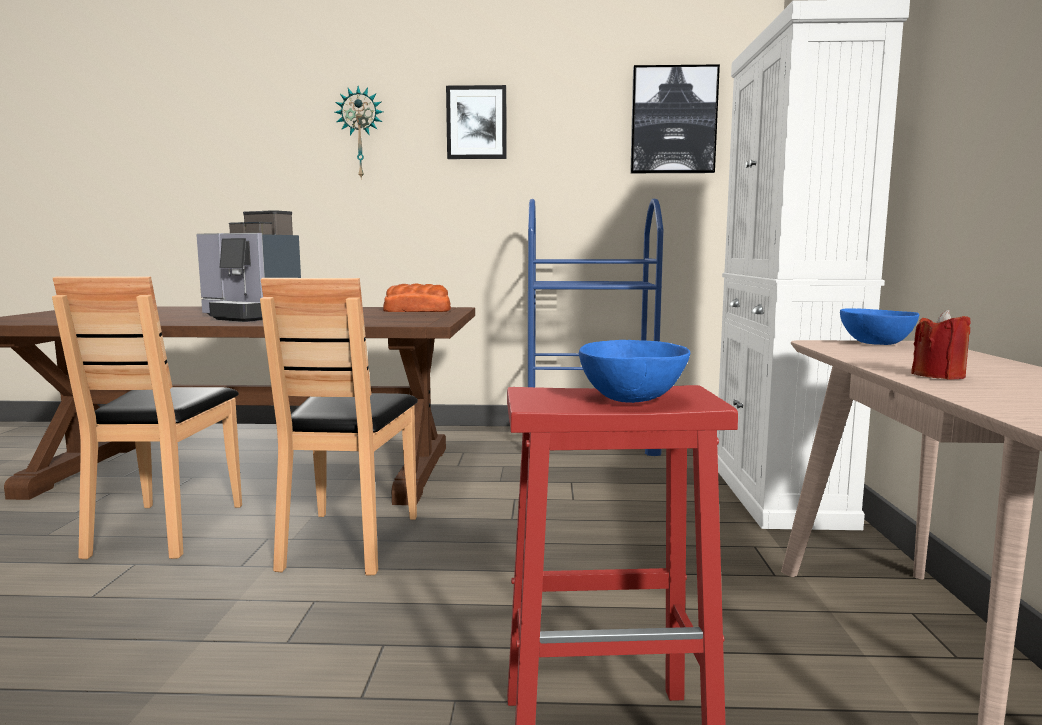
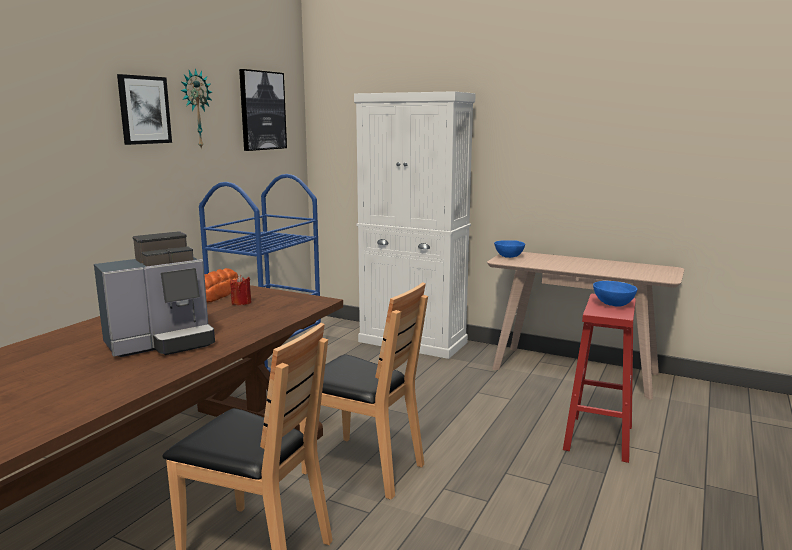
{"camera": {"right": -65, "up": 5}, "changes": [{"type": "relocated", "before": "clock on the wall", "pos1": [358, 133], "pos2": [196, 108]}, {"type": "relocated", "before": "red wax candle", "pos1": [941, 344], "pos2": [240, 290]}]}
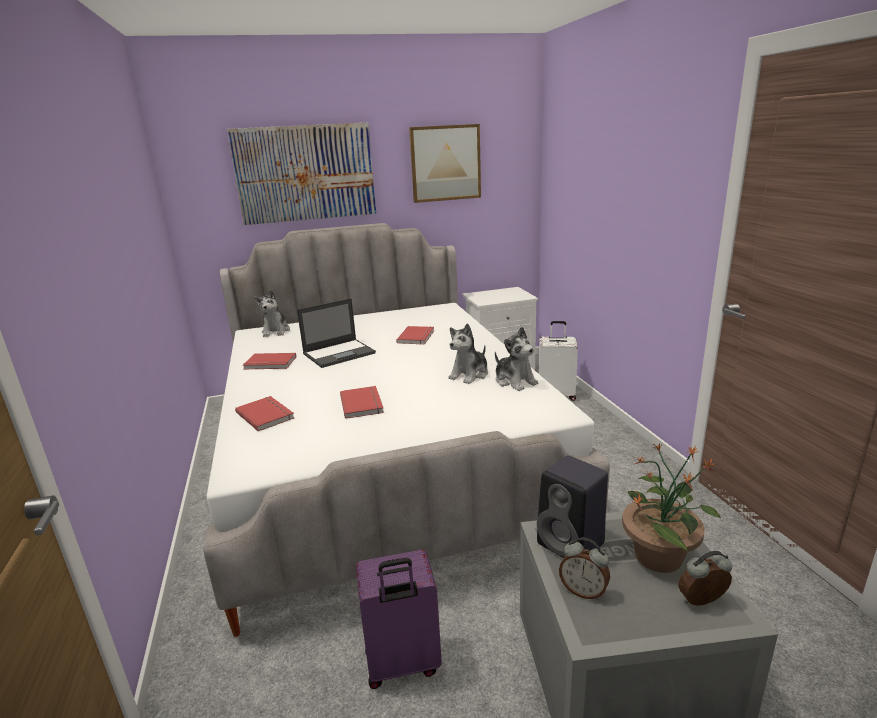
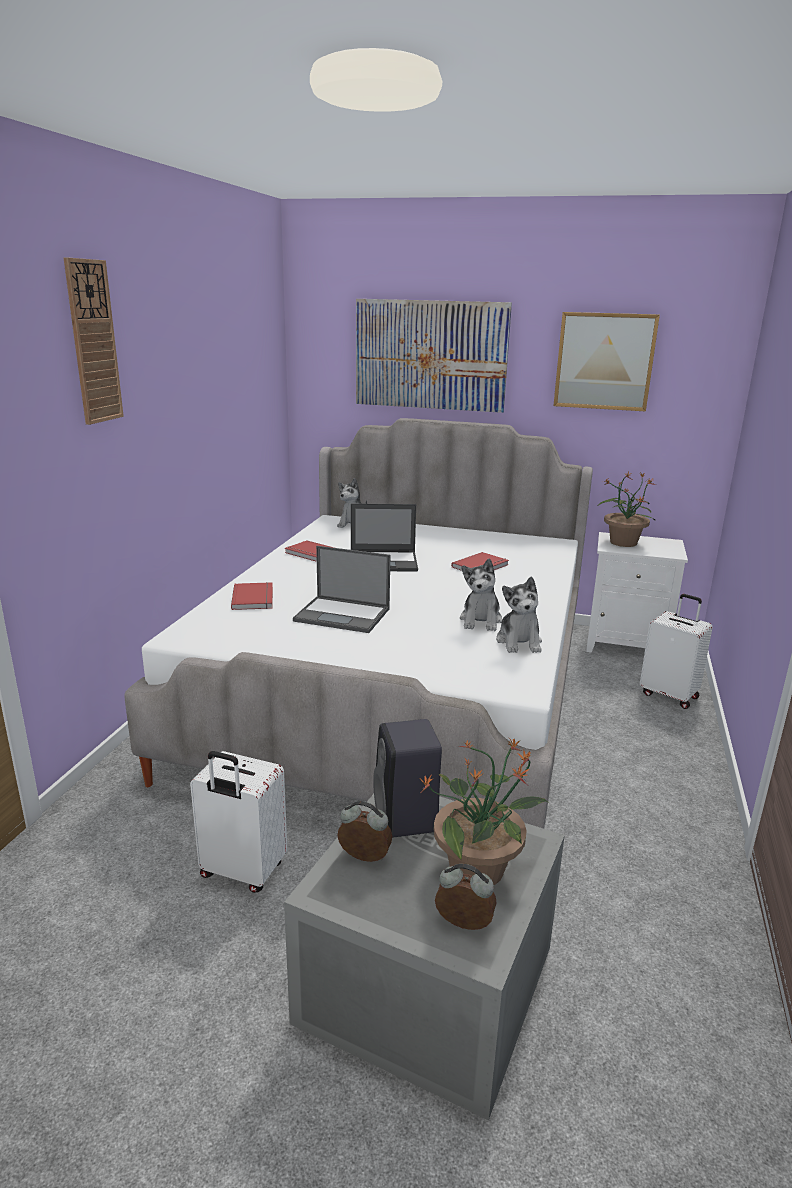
{"camera": {"right": 30, "up": 0}, "changes": [{"type": "exchanged", "before": "red volume", "after": "portable computer", "pos1": [362, 402], "pos2": [342, 589]}, {"type": "colour", "before": "purple travel case", "after": "white travel case", "pos1": [399, 619], "pos2": [238, 822]}, {"type": "spun", "before": "soft toy", "pos1": [468, 353], "pos2": [481, 594], "turn": -60}, {"type": "spun", "before": "alarm clock", "pos1": [584, 569], "pos2": [364, 831], "turn": 135}, {"type": "appeared", "after": "clock on the wall", "pos2": [94, 341]}, {"type": "appeared", "after": "plant in a pot", "pos2": [627, 509]}]}
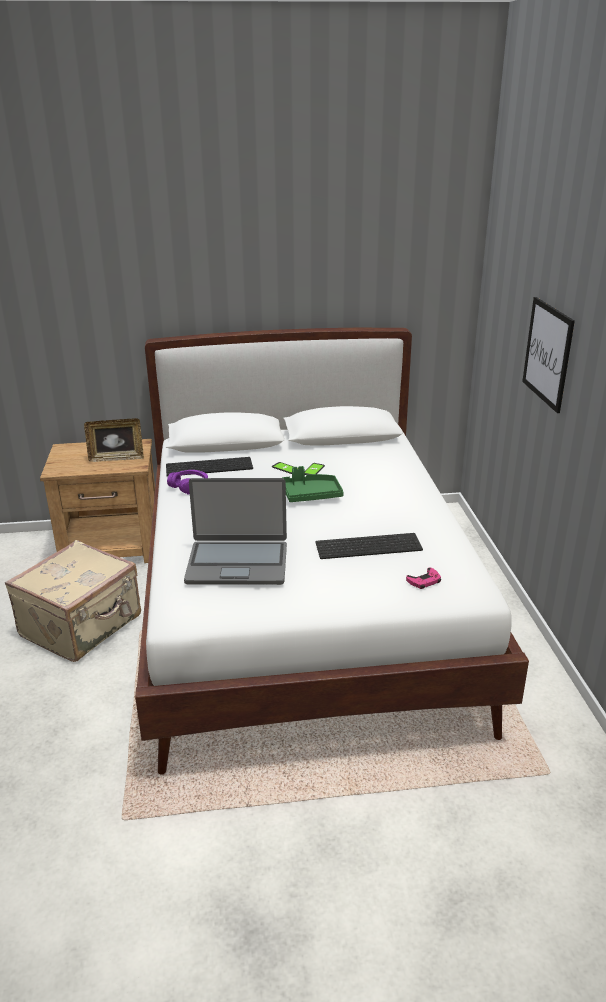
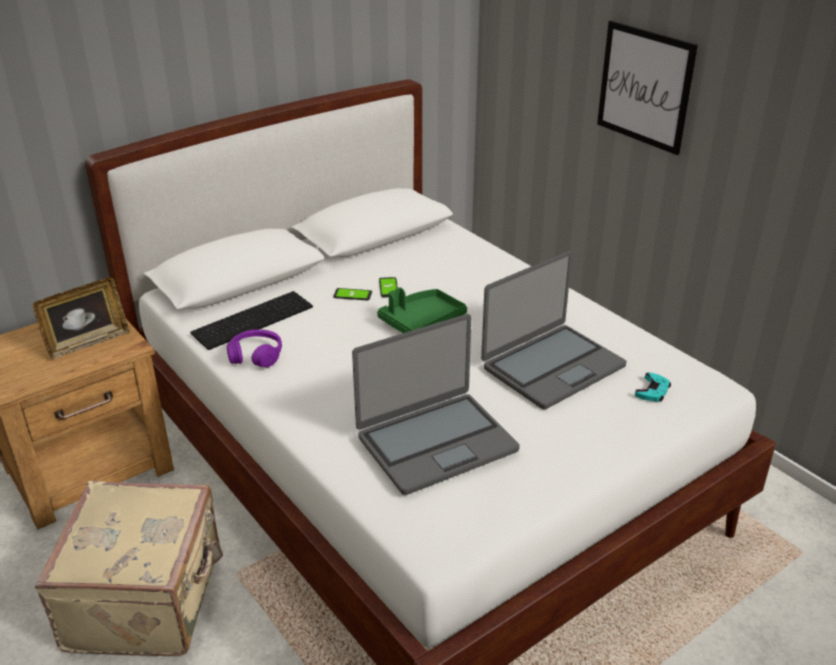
{"camera": {"right": -30, "up": 5}, "changes": [{"type": "exchanged", "before": "PC keyboard", "after": "portable computer", "pos1": [369, 546], "pos2": [553, 330]}, {"type": "colour", "before": "pinkish gamepad", "after": "turquoise-coloured gamepad", "pos1": [423, 578], "pos2": [653, 387]}]}
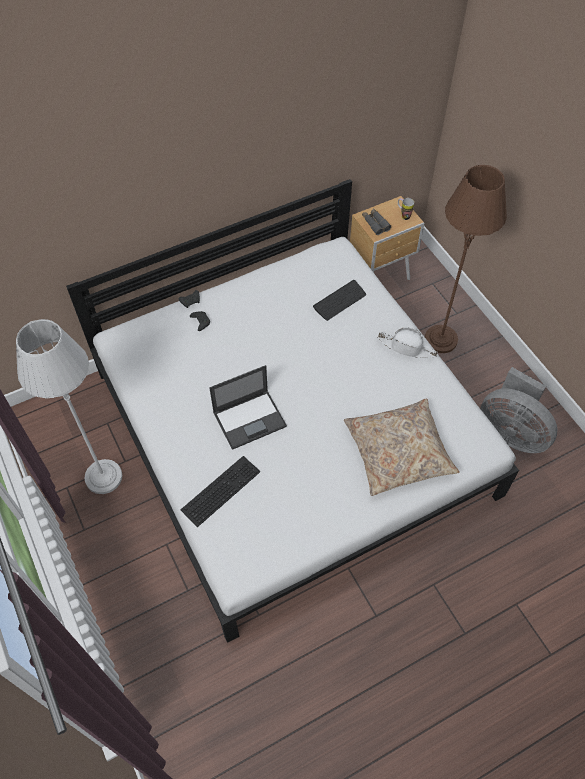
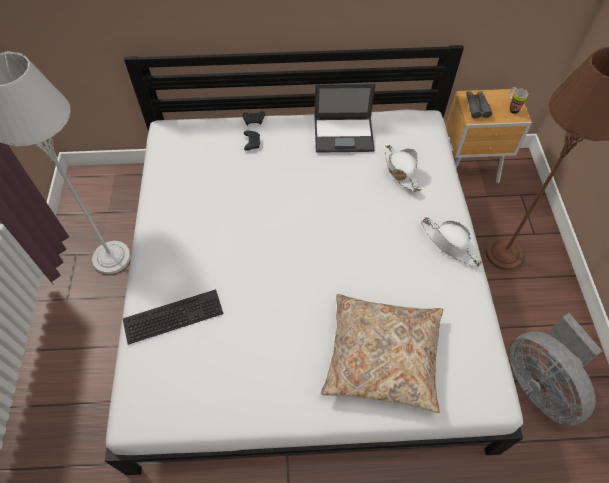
{"camera": {"right": 25, "up": 0}, "changes": [{"type": "relocated", "before": "portable computer", "pos1": [248, 407], "pos2": [345, 118]}, {"type": "exchanged", "before": "PC keyboard", "after": "white wearable hat", "pos1": [339, 300], "pos2": [403, 168]}]}
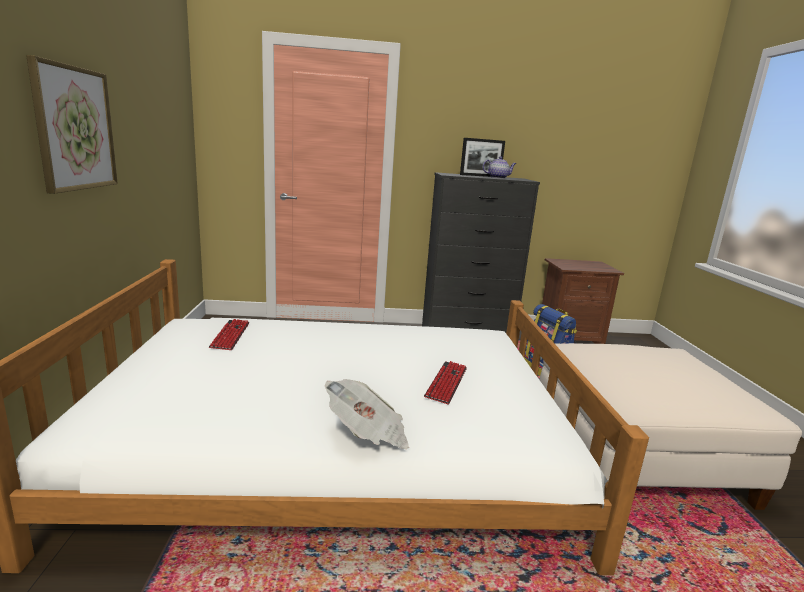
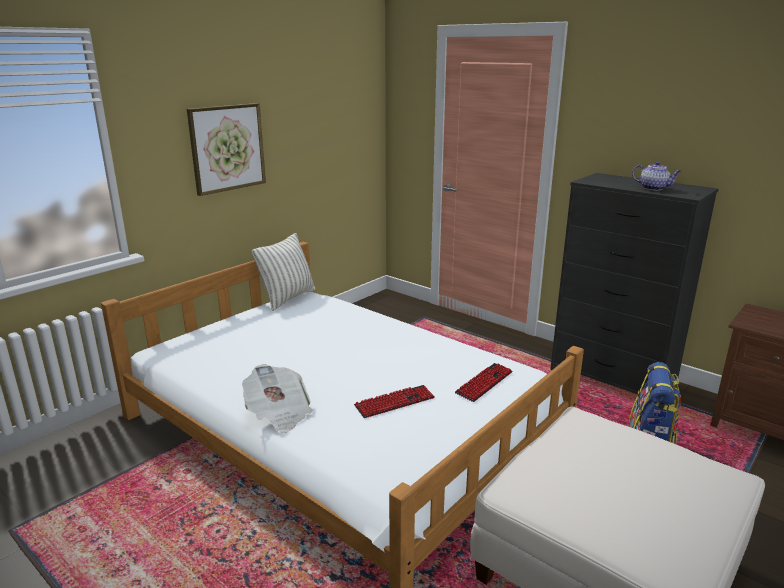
{"camera": {"right": 45, "up": 5}, "changes": [{"type": "relocated", "before": "PC keyboard", "pos1": [229, 334], "pos2": [484, 382]}, {"type": "missing", "before": "standing frame", "pos1": [482, 157]}, {"type": "appeared", "after": "throw pillow", "pos2": [283, 272]}]}
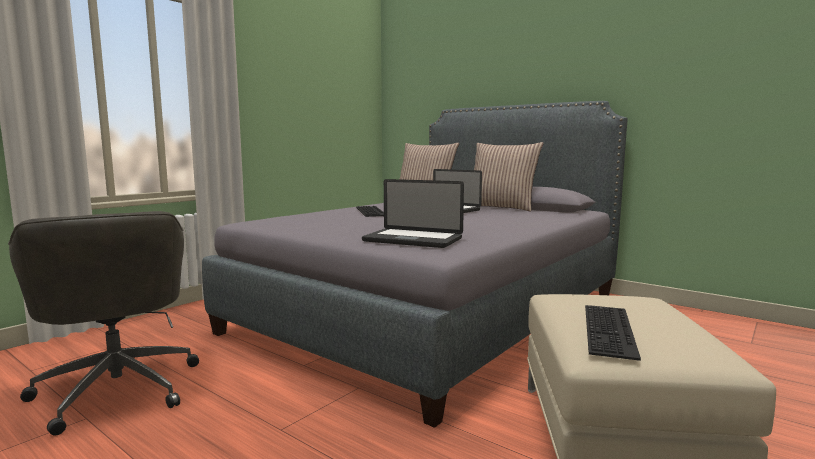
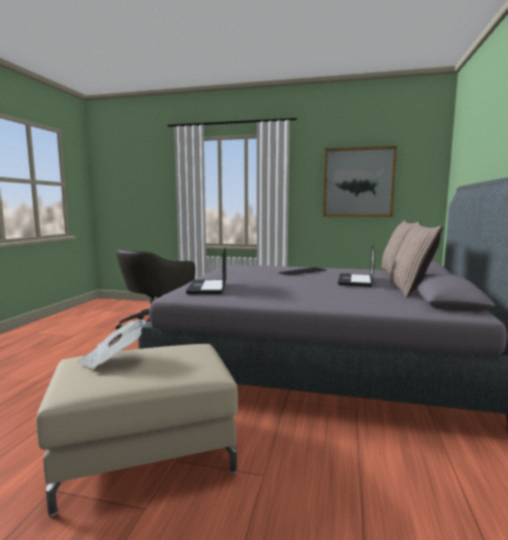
{"camera": {"right": 65, "up": 0}, "changes": [{"type": "exchanged", "before": "PC keyboard", "after": "daily paper", "pos1": [613, 333], "pos2": [112, 344]}, {"type": "appeared", "after": "picture", "pos2": [360, 181]}]}
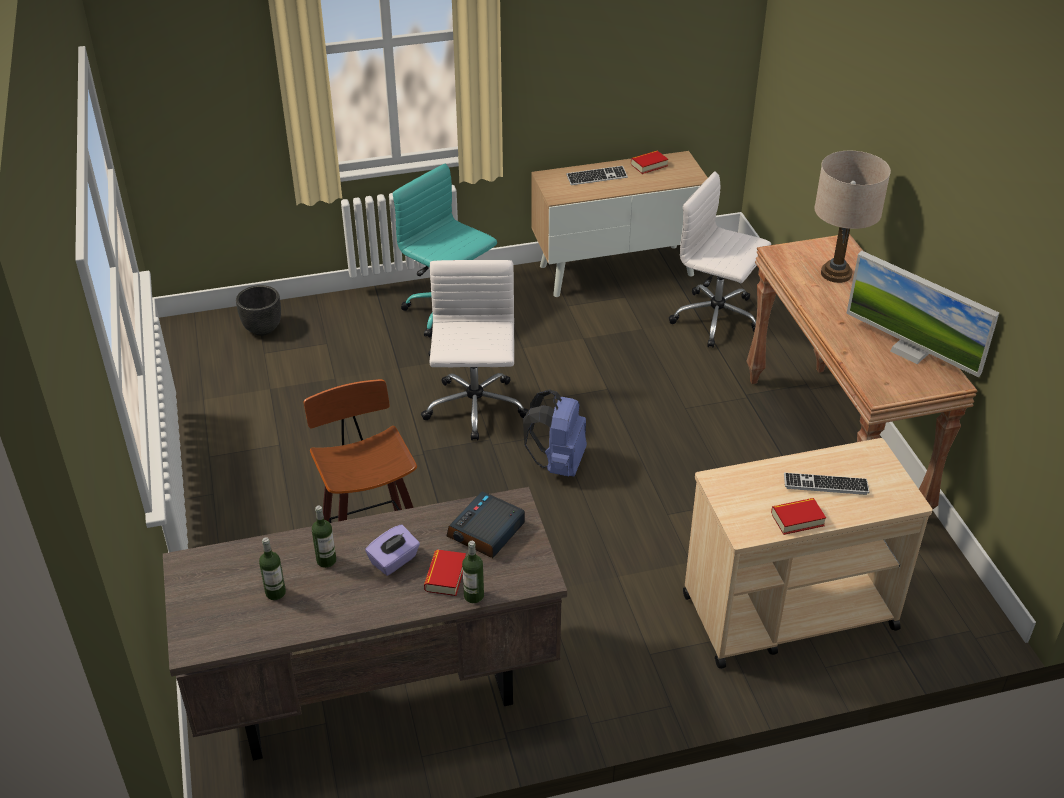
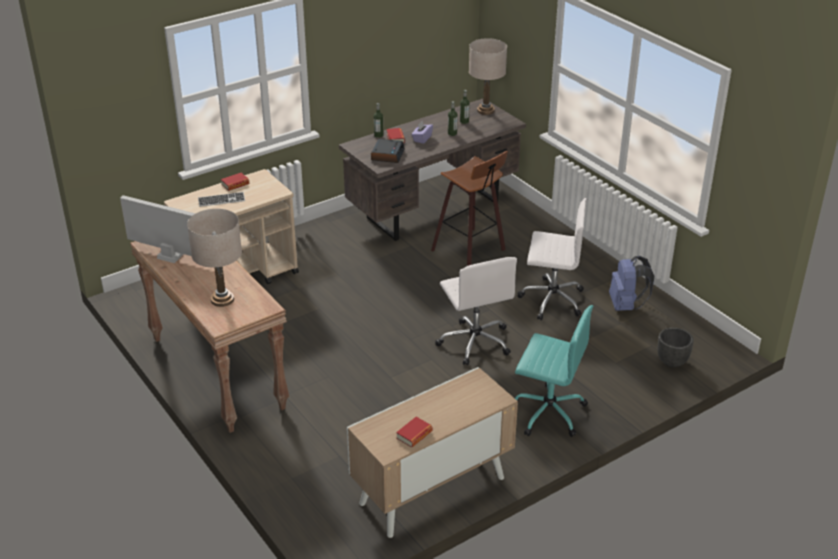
{"camera": {"right": 160, "up": -5}, "changes": [{"type": "relocated", "before": "blue-coloured rucksack", "pos1": [555, 433], "pos2": [631, 283]}, {"type": "missing", "before": "PC keyboard", "pos1": [597, 175]}, {"type": "relocated", "before": "white desk chair", "pos1": [720, 259], "pos2": [552, 259]}, {"type": "appeared", "after": "beige table lamp", "pos2": [488, 76]}]}
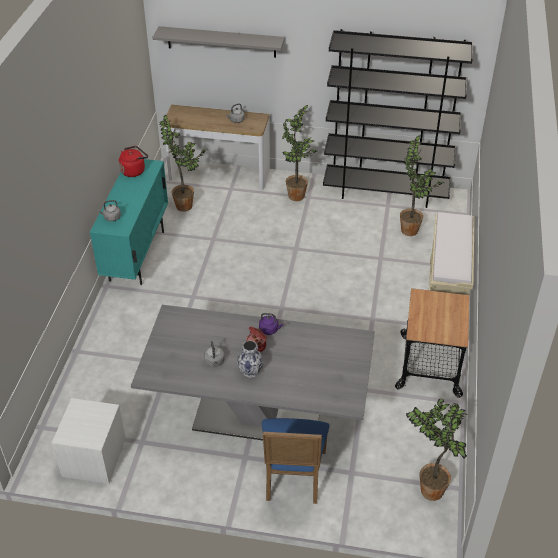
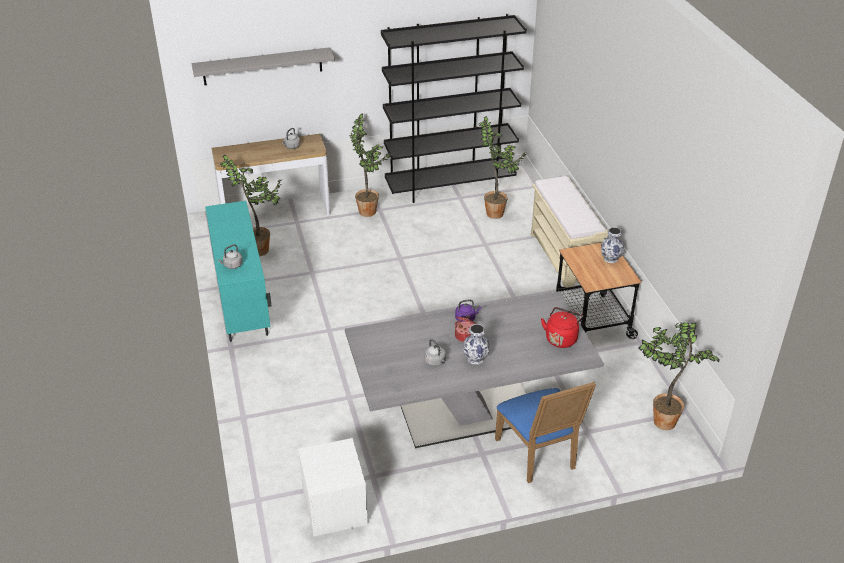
{"camera": {"right": -25, "up": -5}, "changes": [{"type": "relocated", "before": "red water kettle", "pos1": [133, 161], "pos2": [562, 327]}, {"type": "appeared", "after": "vase", "pos2": [612, 245]}]}
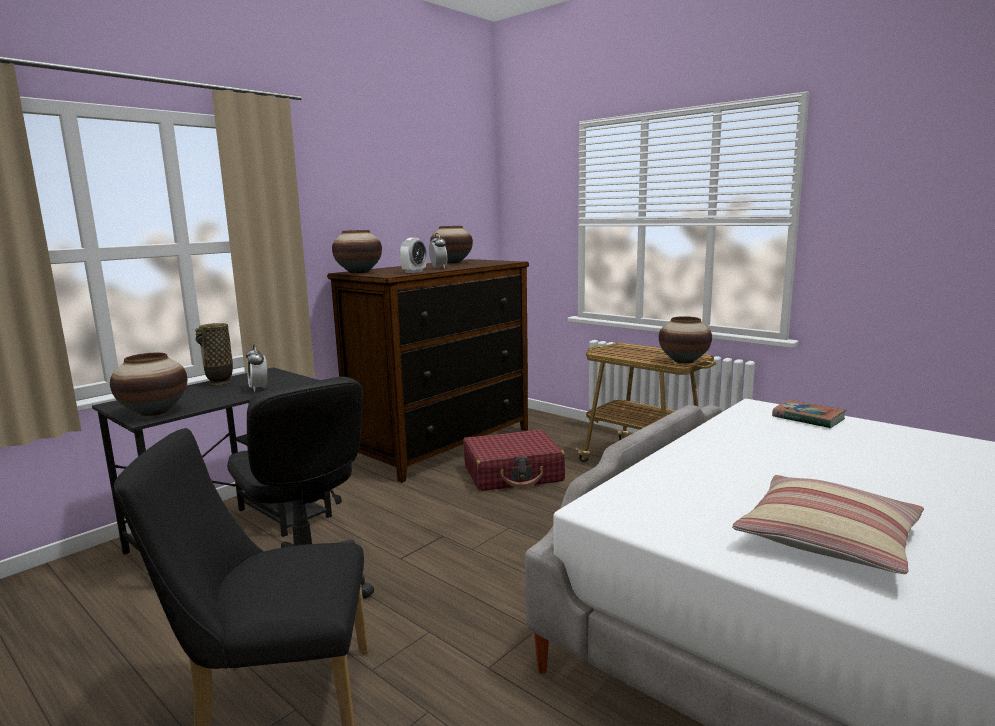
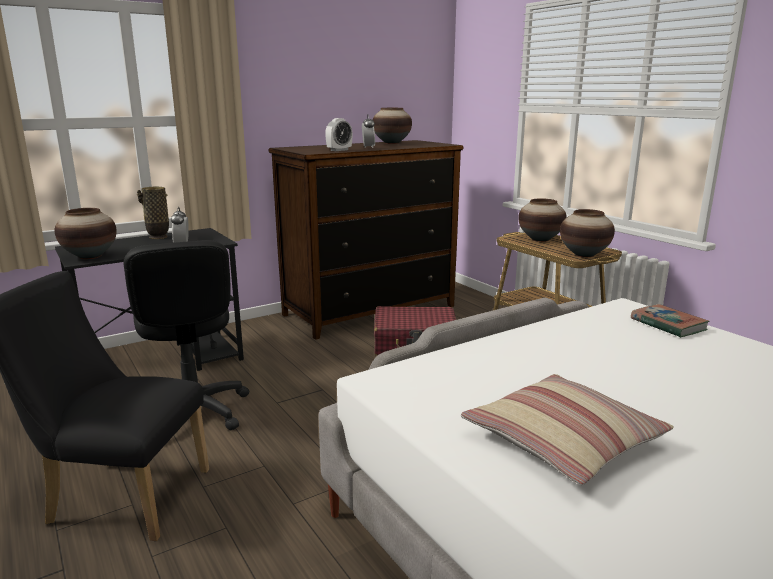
{"camera": {"right": 15, "up": 5}, "changes": [{"type": "relocated", "before": "vase", "pos1": [357, 252], "pos2": [542, 220]}]}
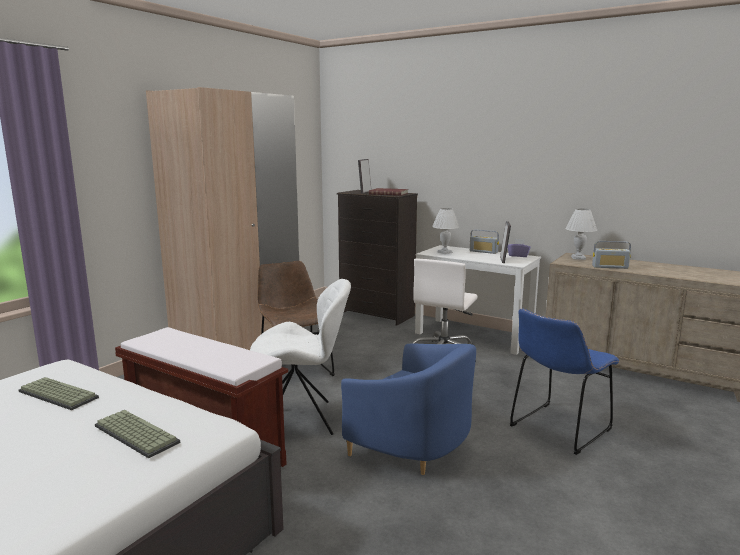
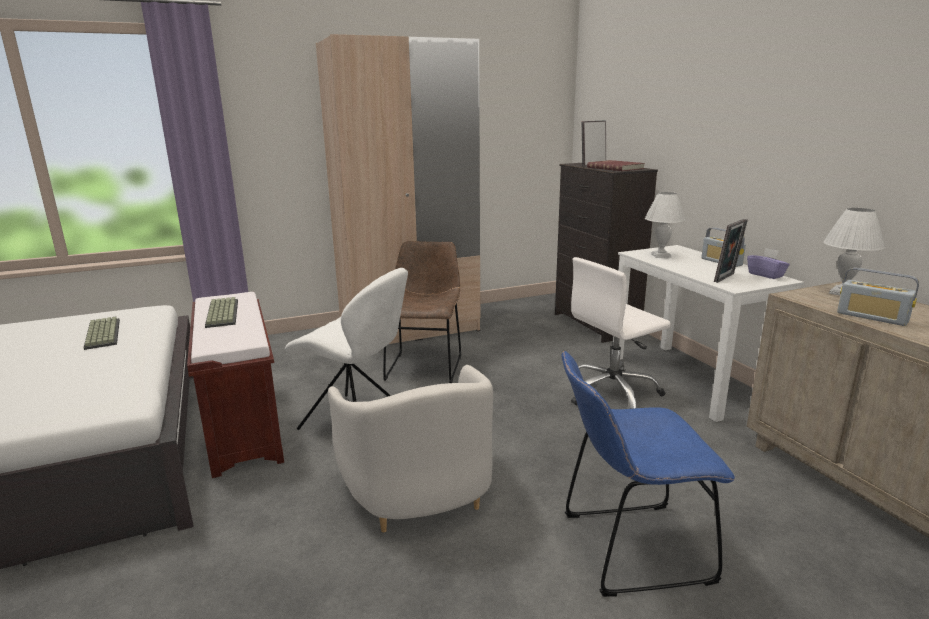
{"camera": {"right": 35, "up": 5}, "changes": [{"type": "relocated", "before": "PC keyboard", "pos1": [137, 434], "pos2": [221, 312]}, {"type": "colour", "before": "blue-coloured easy chair", "after": "white easy chair", "pos1": [408, 409], "pos2": [410, 448]}]}
